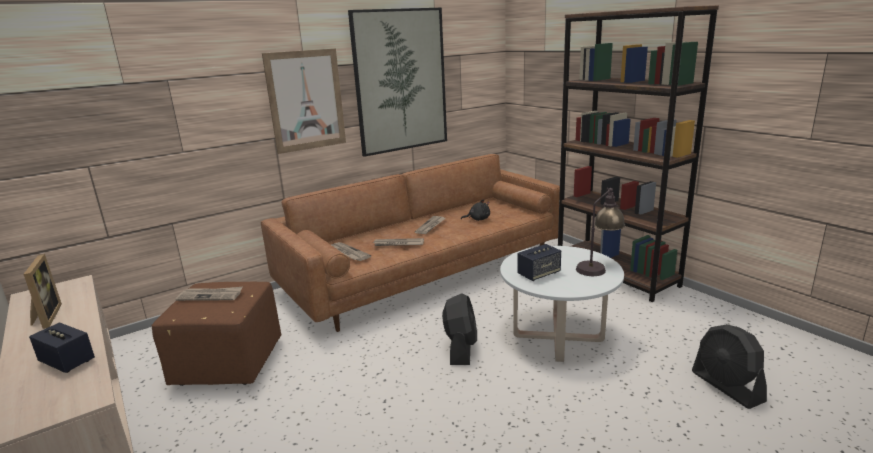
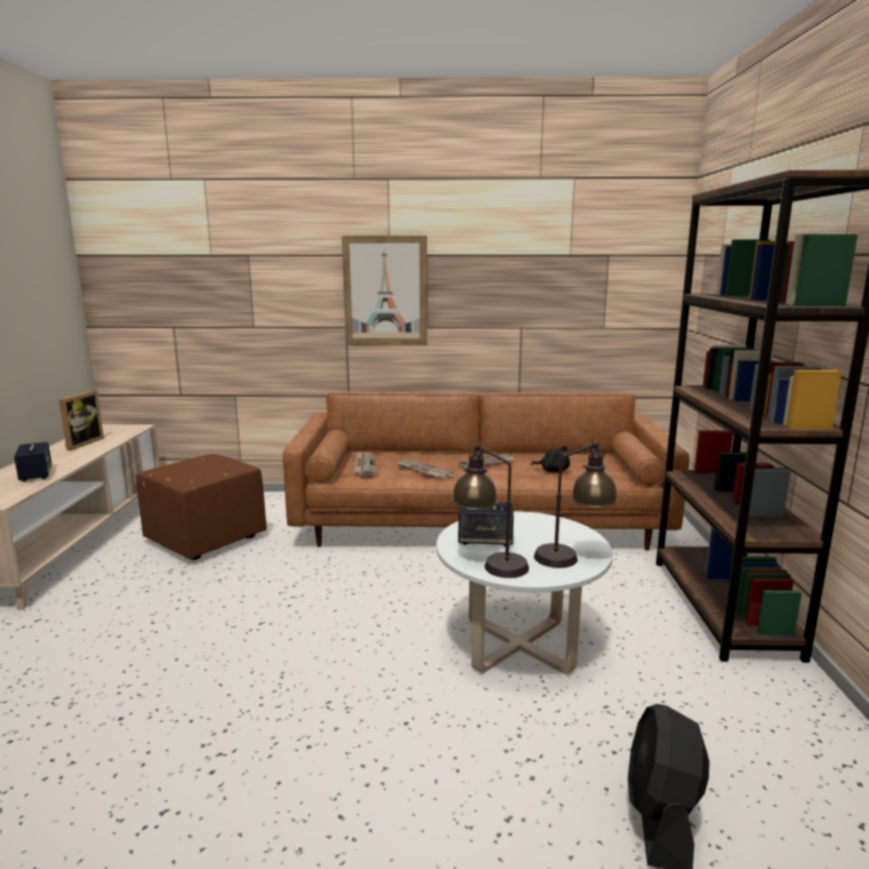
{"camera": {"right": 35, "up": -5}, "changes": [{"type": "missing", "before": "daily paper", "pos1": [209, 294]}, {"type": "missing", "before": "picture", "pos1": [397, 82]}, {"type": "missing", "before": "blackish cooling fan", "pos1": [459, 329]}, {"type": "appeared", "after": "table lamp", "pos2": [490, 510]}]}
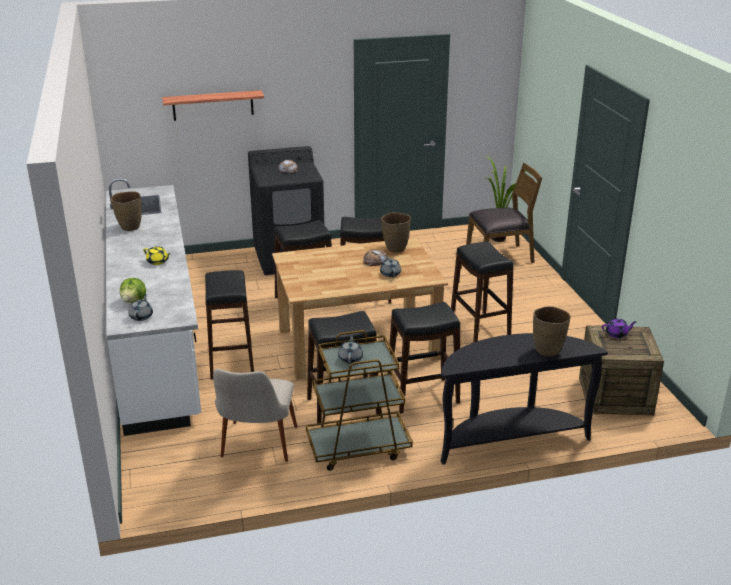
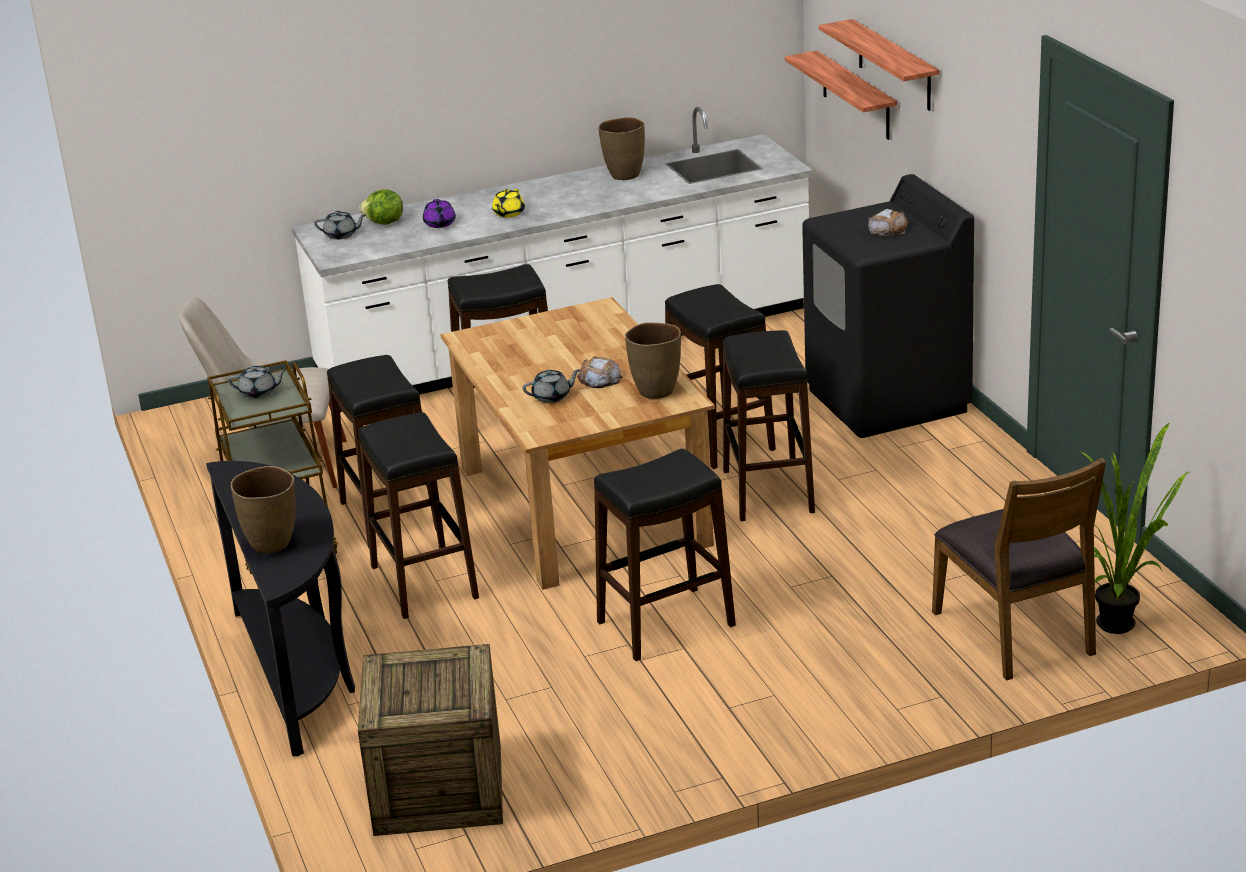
{"camera": {"right": 85, "up": 0}, "changes": [{"type": "relocated", "before": "purple tea pot", "pos1": [619, 328], "pos2": [439, 213]}, {"type": "appeared", "after": "wall shelf", "pos2": [841, 95]}]}
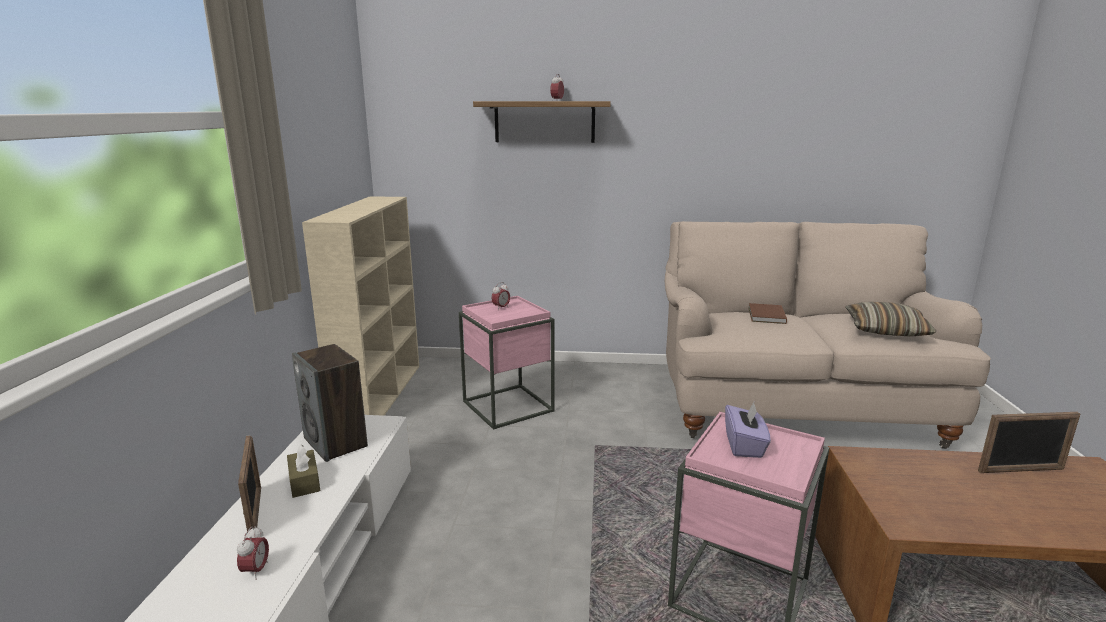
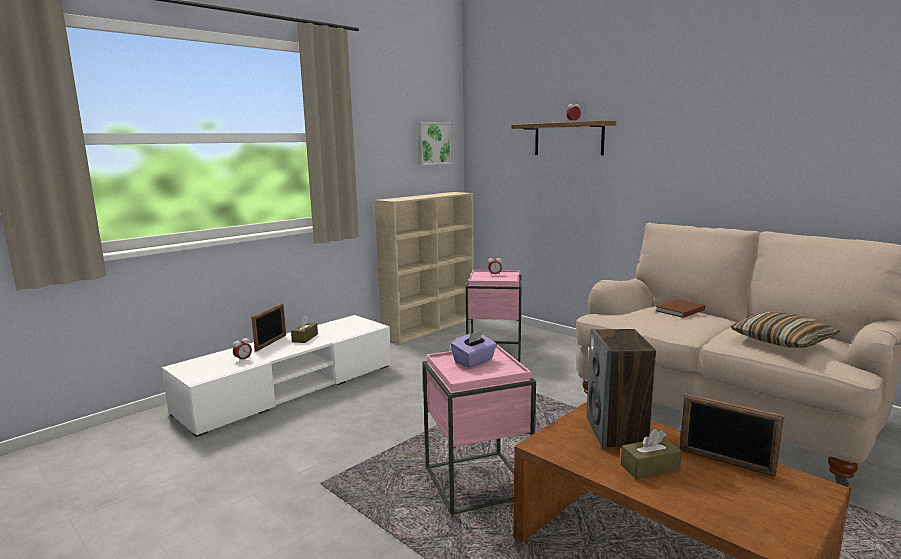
{"camera": {"right": 40, "up": -5}, "changes": [{"type": "relocated", "before": "speaker", "pos1": [330, 403], "pos2": [621, 388]}, {"type": "appeared", "after": "picture", "pos2": [434, 143]}, {"type": "appeared", "after": "brown-coloured box of tissues", "pos2": [651, 454]}]}
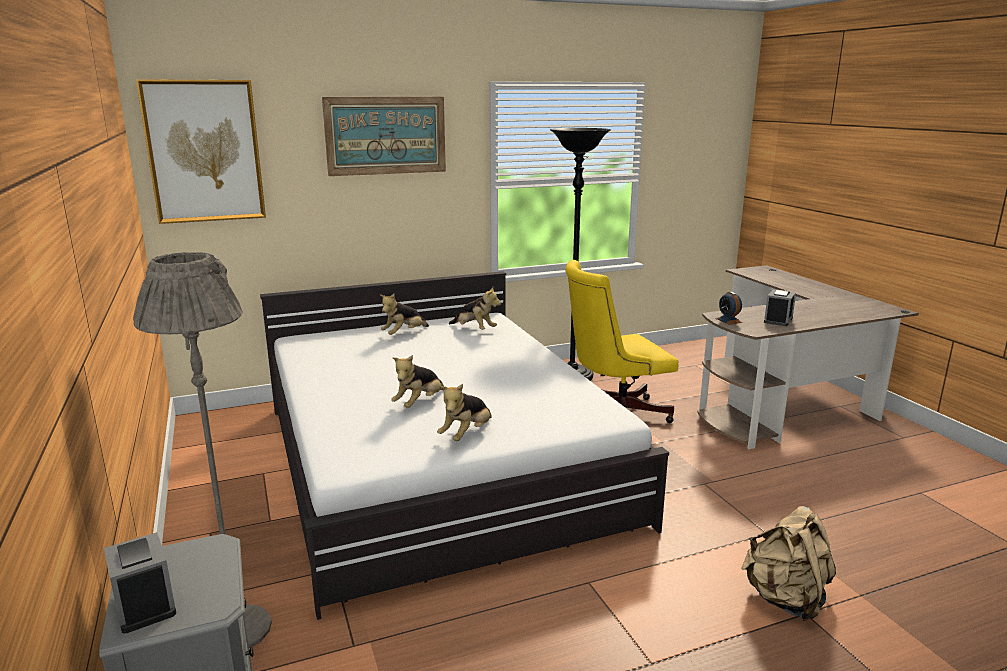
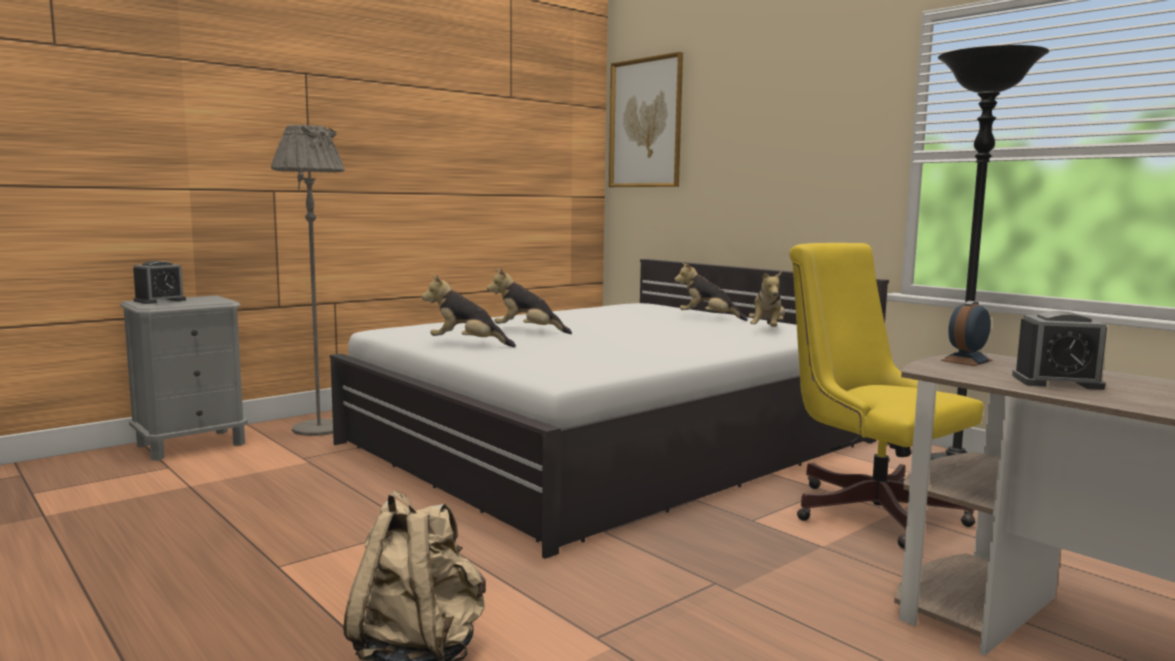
{"camera": {"right": 70, "up": -10}, "changes": [{"type": "missing", "before": "picture", "pos1": [384, 136]}]}
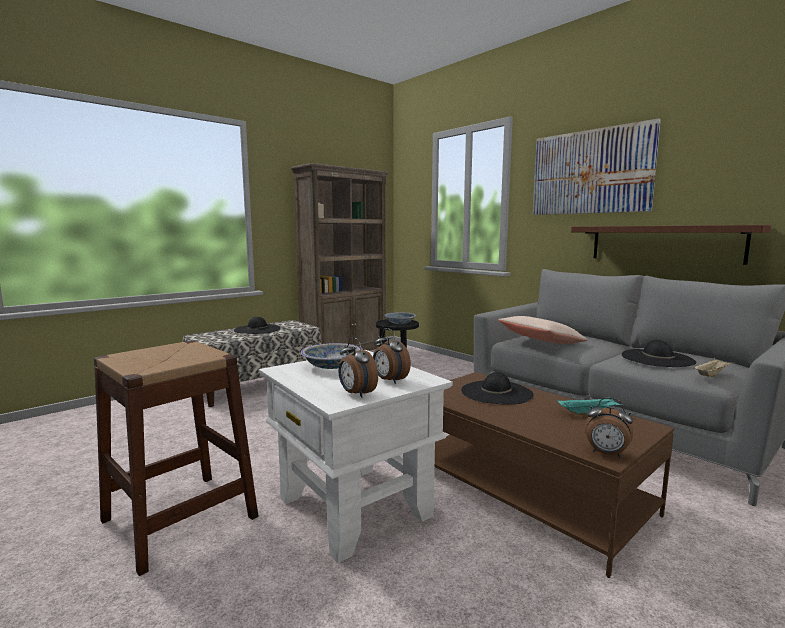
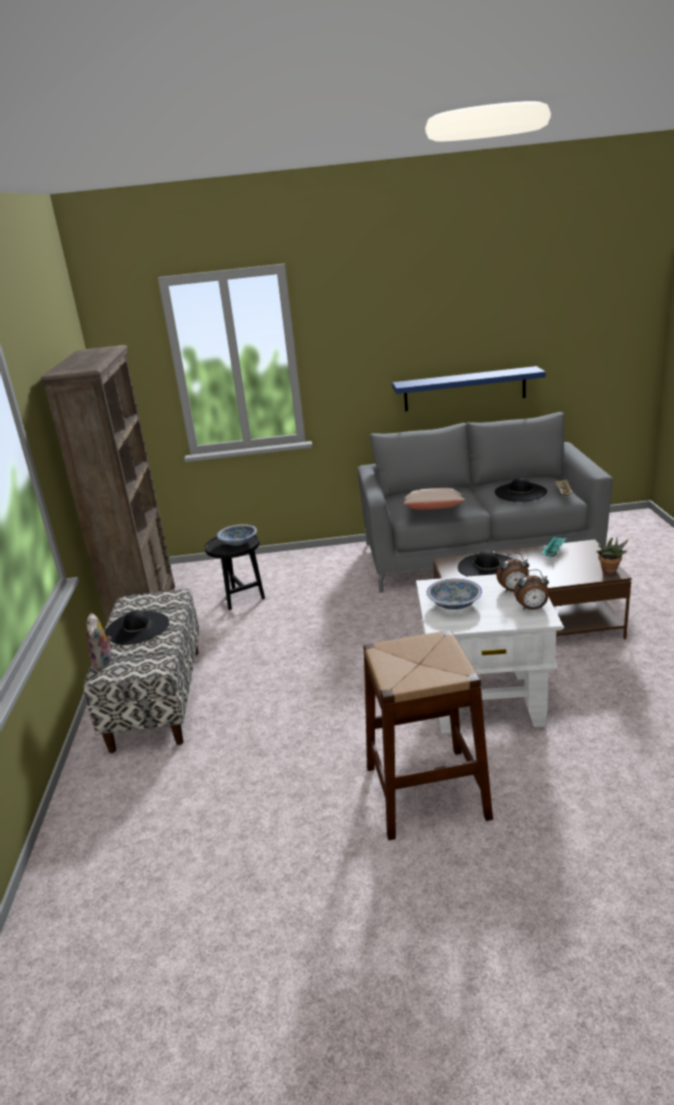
{"camera": {"right": -50, "up": 15}, "changes": [{"type": "missing", "before": "picture", "pos1": [597, 167]}, {"type": "colour", "before": "brown-coloured wall shelf", "after": "blue-coloured wall shelf", "pos1": [671, 245], "pos2": [469, 389]}, {"type": "exchanged", "before": "alarm clock", "after": "plant in a pot", "pos1": [609, 427], "pos2": [612, 555]}, {"type": "appeared", "after": "soft toy", "pos2": [99, 641]}]}
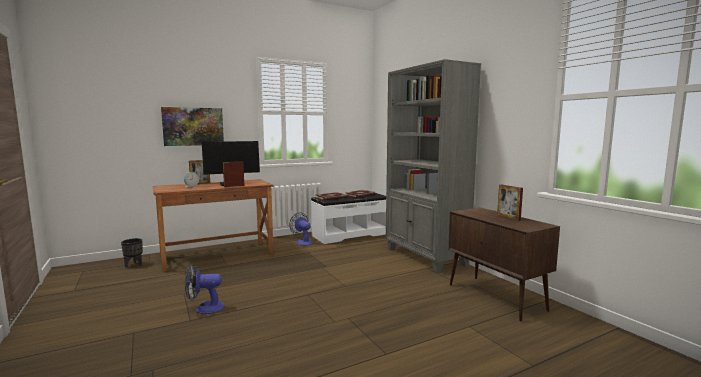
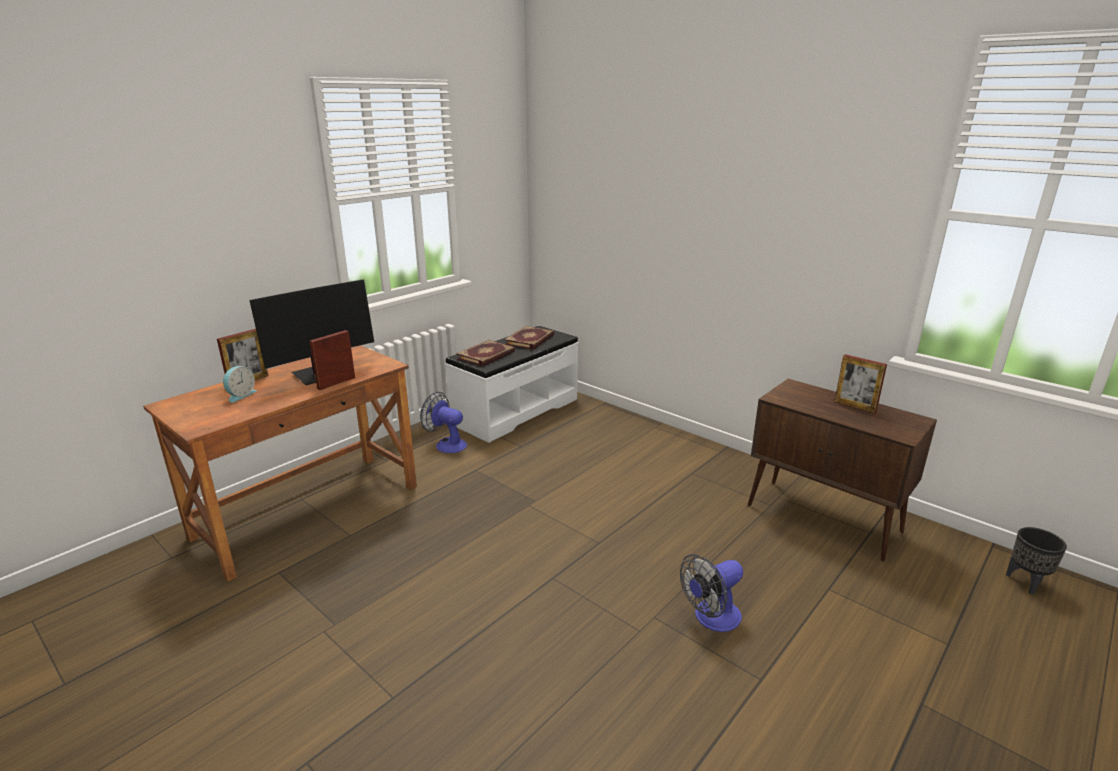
{"camera": {"right": -20, "up": 15}, "changes": [{"type": "relocated", "before": "blackish flower pot", "pos1": [132, 252], "pos2": [1036, 561]}, {"type": "missing", "before": "picture", "pos1": [192, 126]}, {"type": "relocated", "before": "cooling fan", "pos1": [204, 289], "pos2": [711, 593]}, {"type": "missing", "before": "grey bookshelf", "pos1": [433, 166]}]}
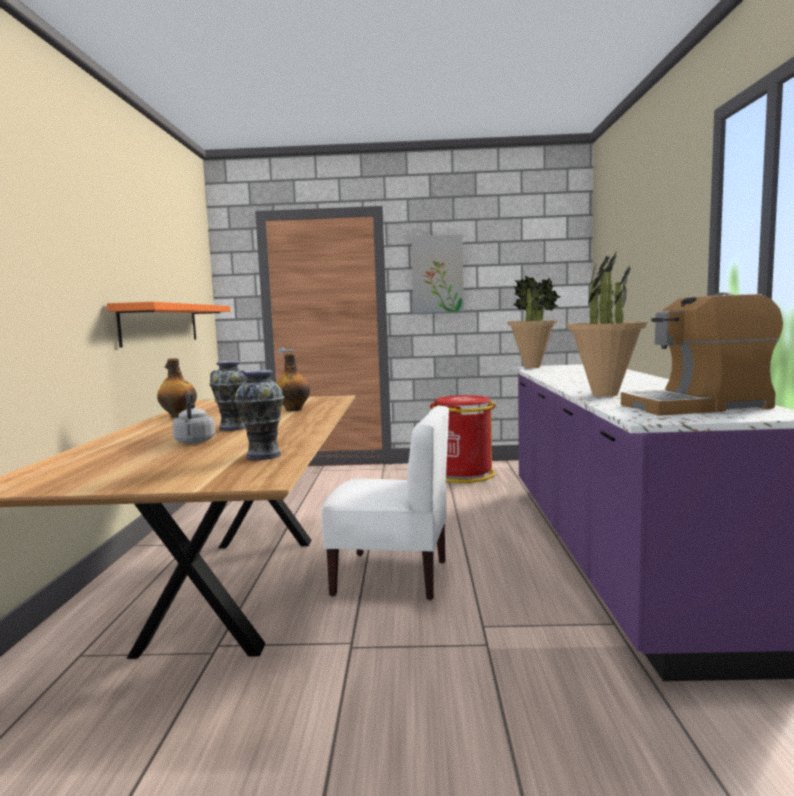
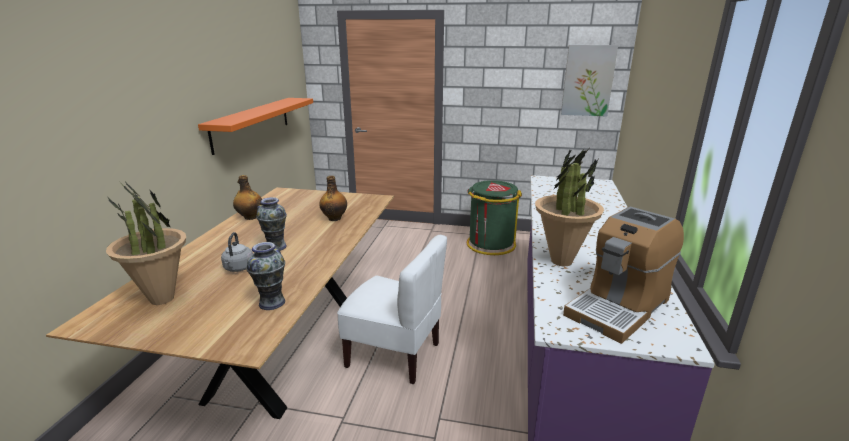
{"camera": {"right": 10, "up": 15}, "changes": [{"type": "relocated", "before": "picture", "pos1": [437, 273], "pos2": [589, 80]}, {"type": "colour", "before": "red trash can", "after": "green trash can", "pos1": [462, 439], "pos2": [494, 217]}, {"type": "relocated", "before": "plant in a pot", "pos1": [534, 322], "pos2": [146, 244]}, {"type": "spun", "before": "coffee machine", "pos1": [702, 354], "pos2": [623, 275], "turn": -45}]}
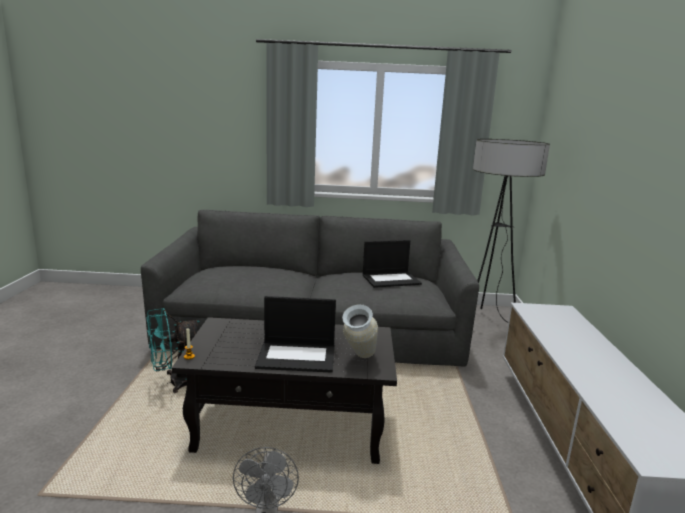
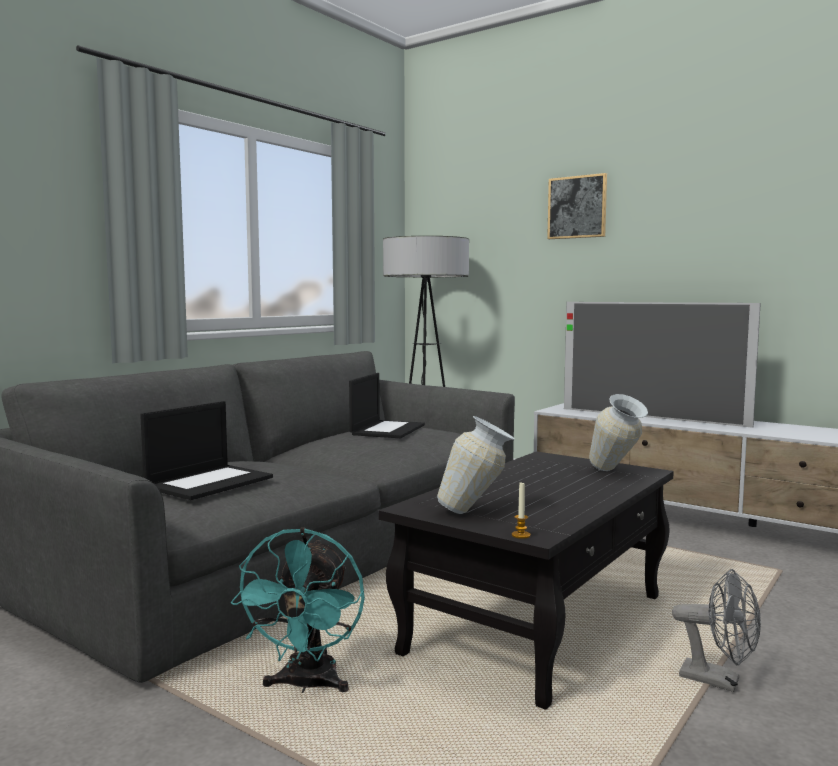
{"camera": {"right": -55, "up": -10}, "changes": [{"type": "relocated", "before": "portable computer", "pos1": [295, 334], "pos2": [206, 450]}, {"type": "appeared", "after": "vase", "pos2": [476, 465]}, {"type": "appeared", "after": "picture", "pos2": [577, 206]}, {"type": "appeared", "after": "TV set", "pos2": [662, 365]}]}
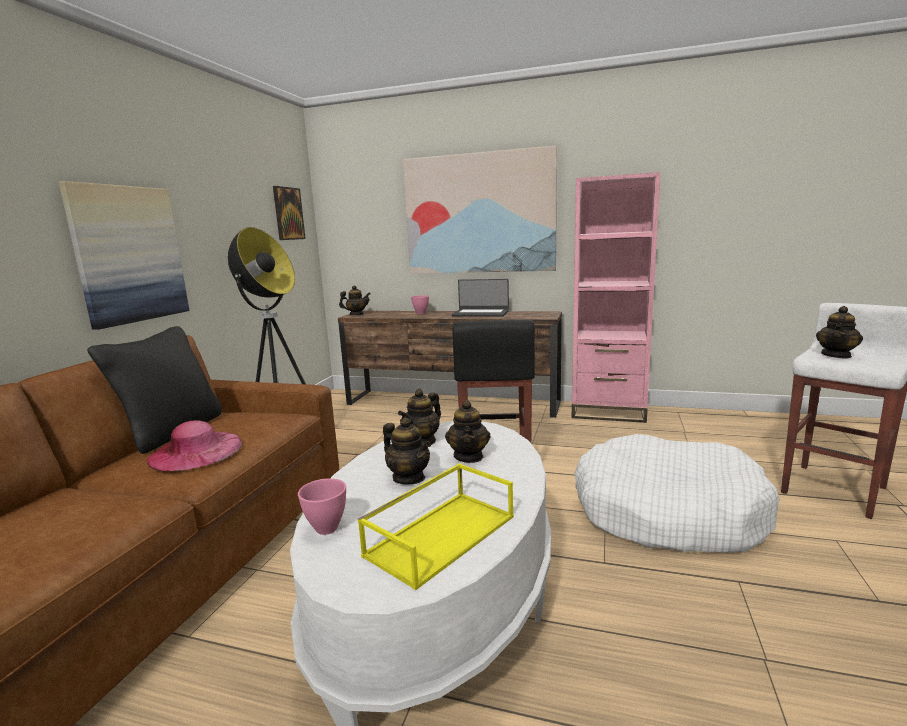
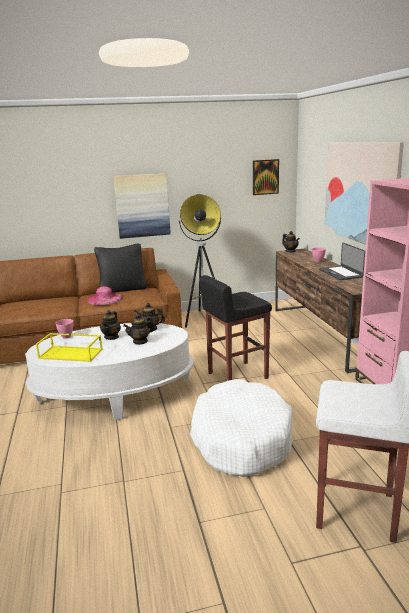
{"camera": {"right": 60, "up": 5}, "changes": [{"type": "missing", "before": "tea pot", "pos1": [839, 332]}]}
